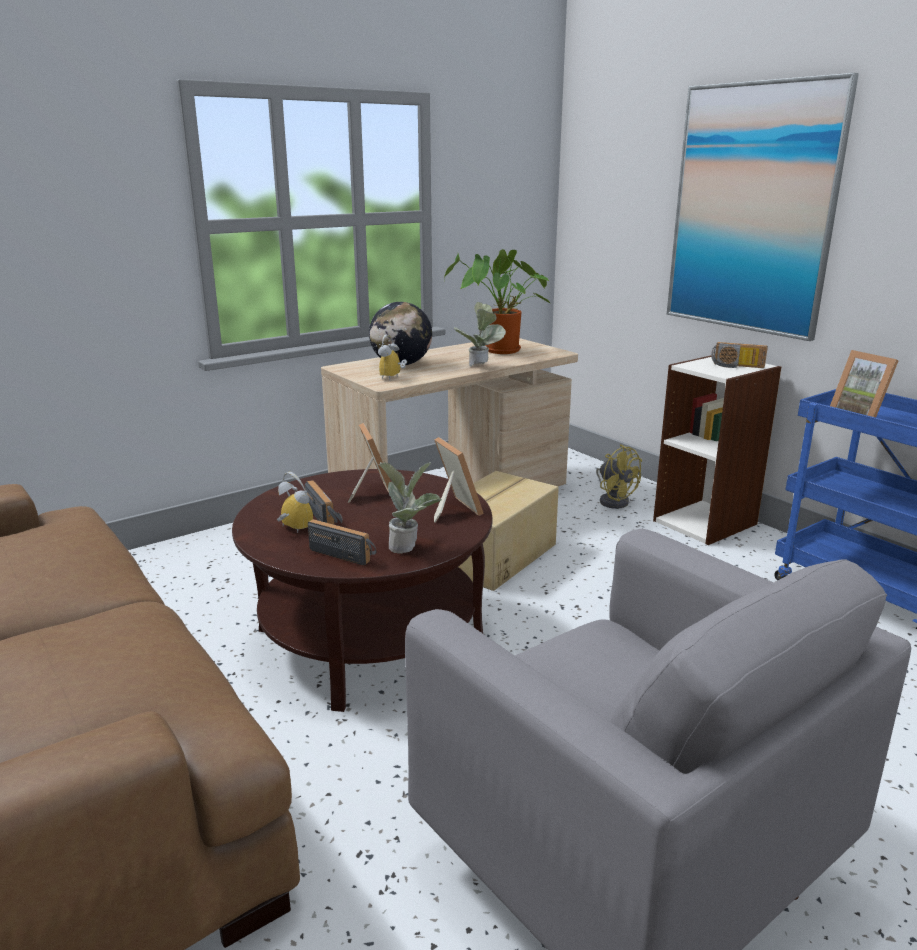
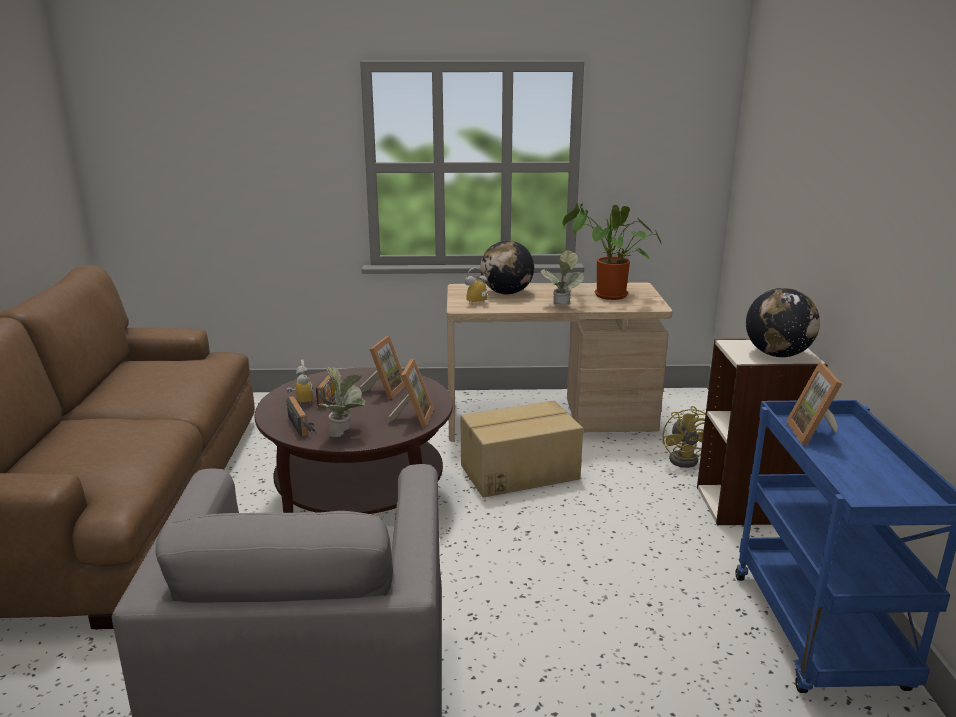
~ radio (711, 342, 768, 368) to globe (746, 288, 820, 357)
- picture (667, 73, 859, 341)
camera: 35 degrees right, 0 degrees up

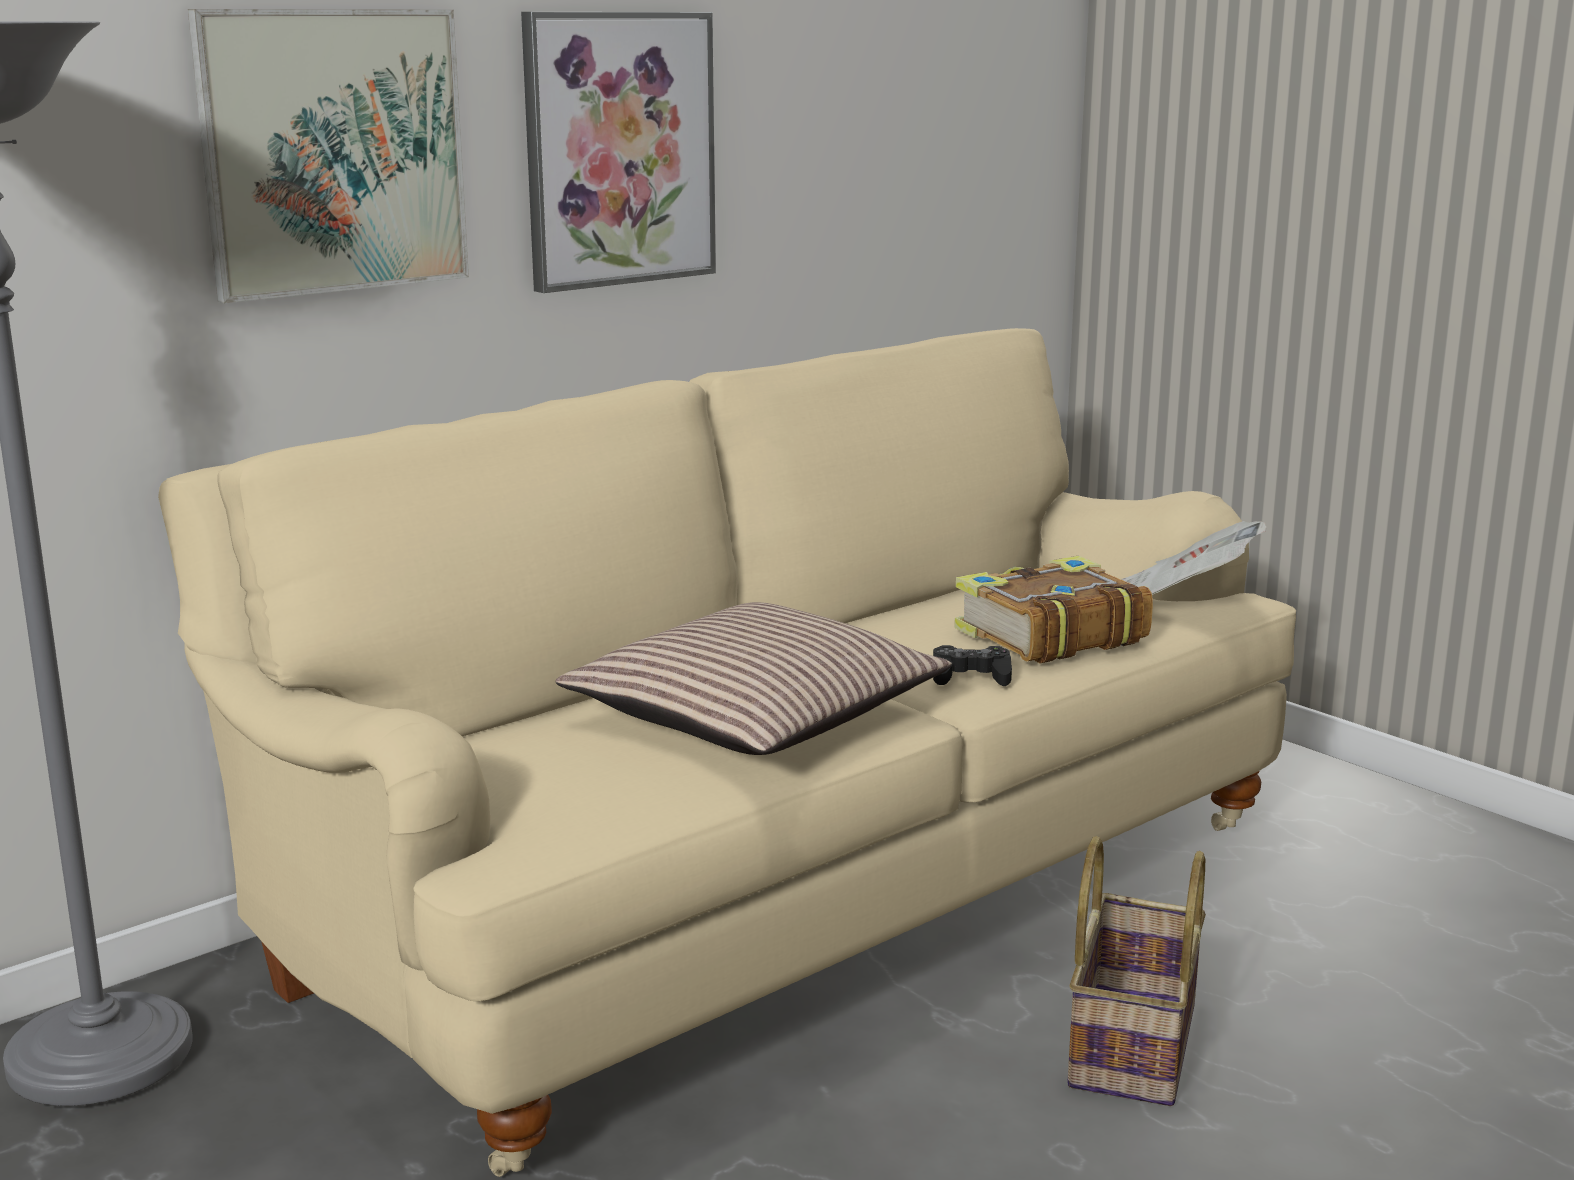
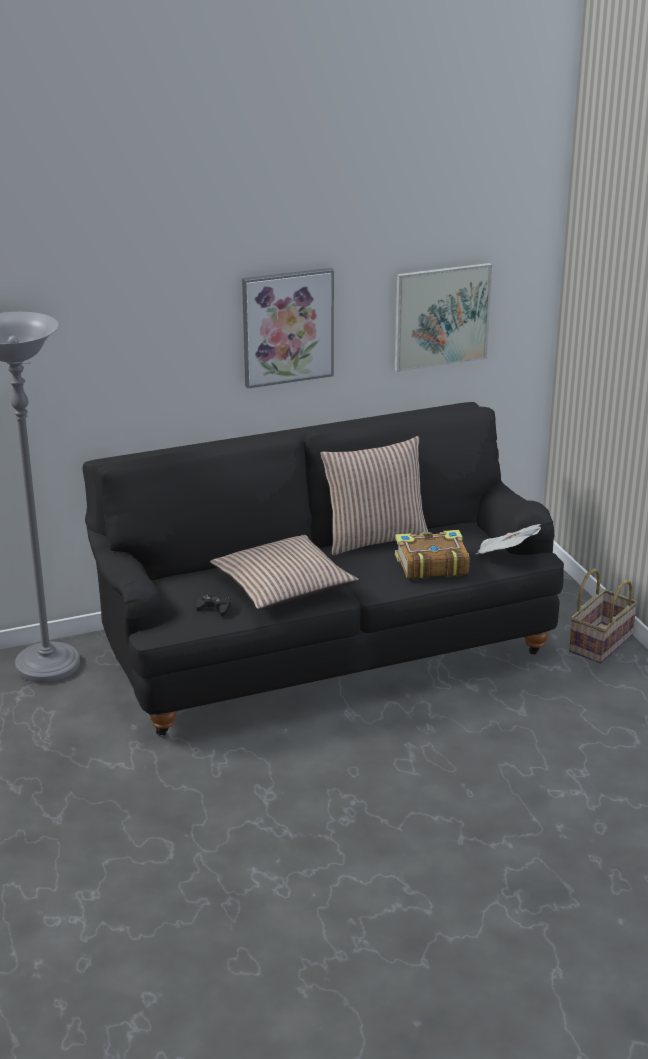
~ sofa in beige (158, 328, 1296, 1177) to sofa in black (83, 402, 564, 736)
~ game controller in black (933, 645, 1012, 686) to (196, 593, 231, 617)
+ pillow (320, 436, 428, 555)
~ picture (188, 9, 469, 303) to (395, 263, 492, 372)
~ basket (1067, 836, 1206, 1106) to (569, 568, 638, 664)
camera: 20 degrees right, 10 degrees up

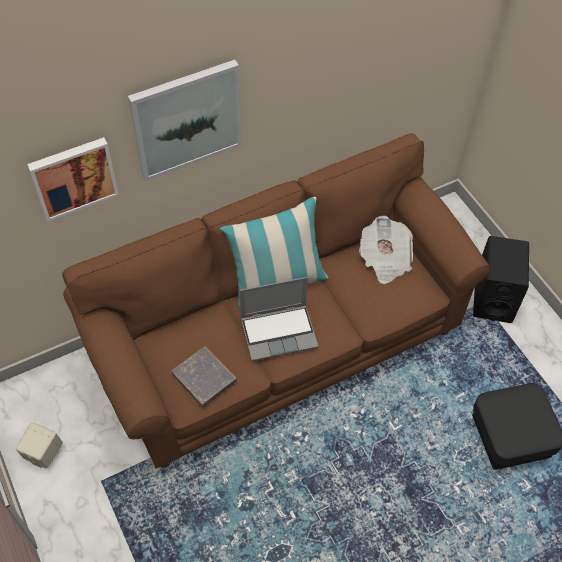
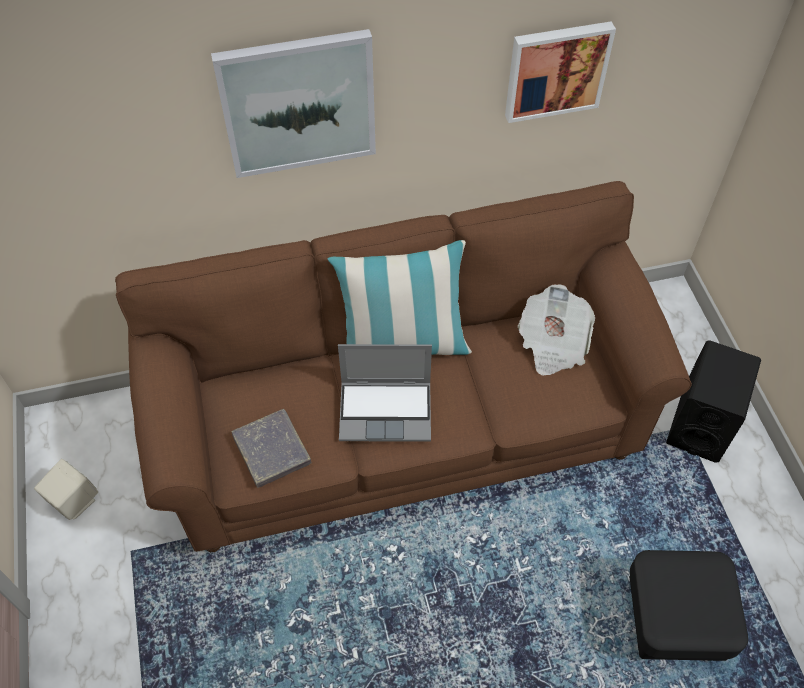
~ picture (27, 137, 119, 221) to (505, 21, 616, 123)
camera: 15 degrees right, 0 degrees up

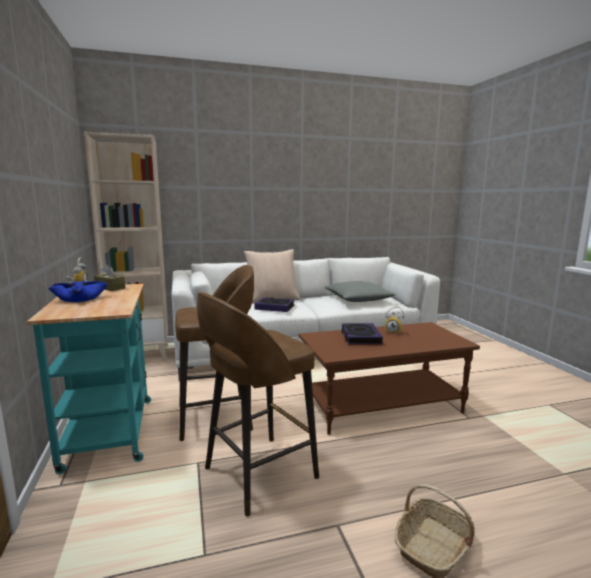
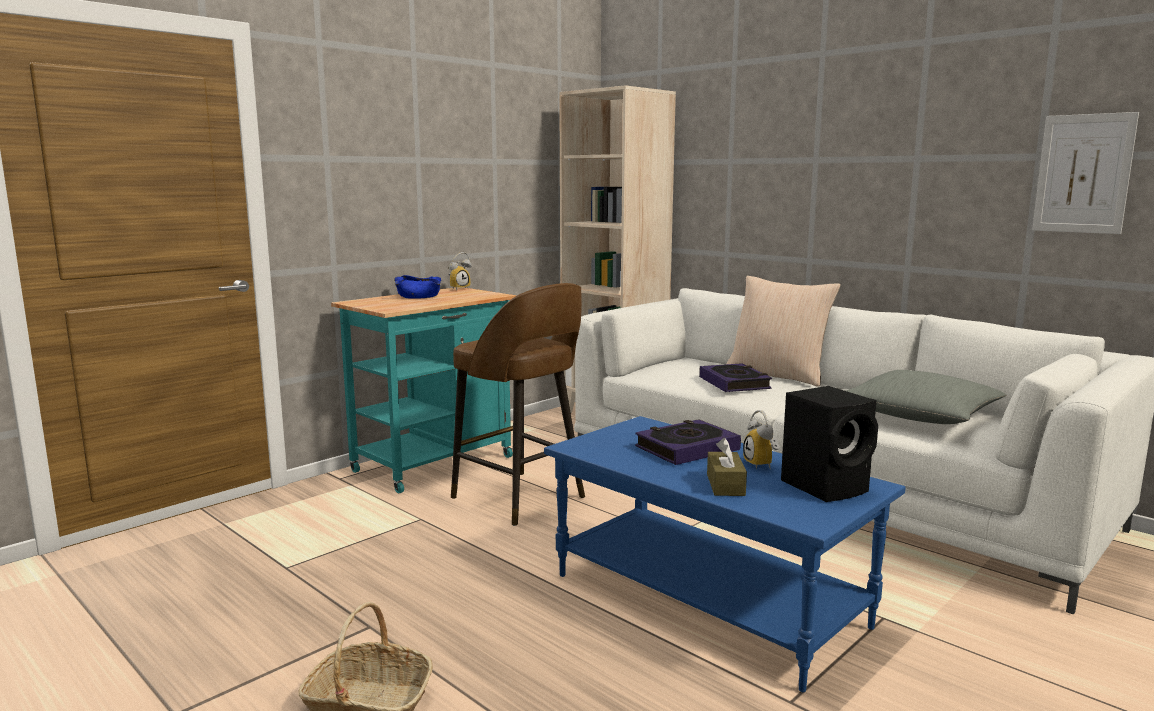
~ coffee table in brown (299, 322, 480, 435) to coffee table in blue (544, 416, 906, 692)
~ tissue box in brown (94, 265, 125, 291) to (707, 438, 747, 496)
+ speaker in black (781, 386, 878, 502)
+ picture (1032, 112, 1139, 234)
- stool in brown (197, 292, 319, 517)
camera: 60 degrees right, 0 degrees up

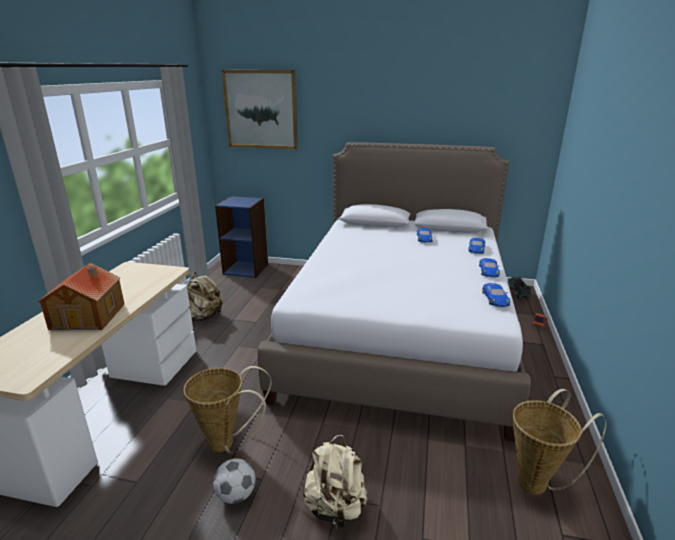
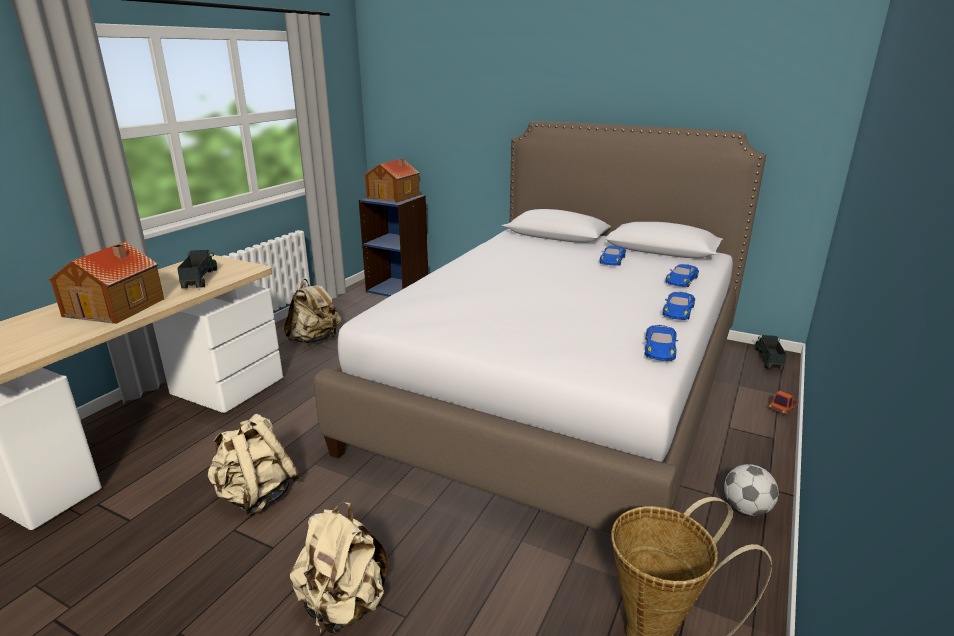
+ toy truck (178, 250, 217, 288)
~ basket (184, 366, 272, 454) to backpack in beige (208, 414, 299, 516)
+ toy house (364, 159, 420, 203)
~ football (213, 458, 255, 504) to (724, 464, 779, 516)
- picture (222, 70, 298, 149)
camera: 15 degrees right, 0 degrees up

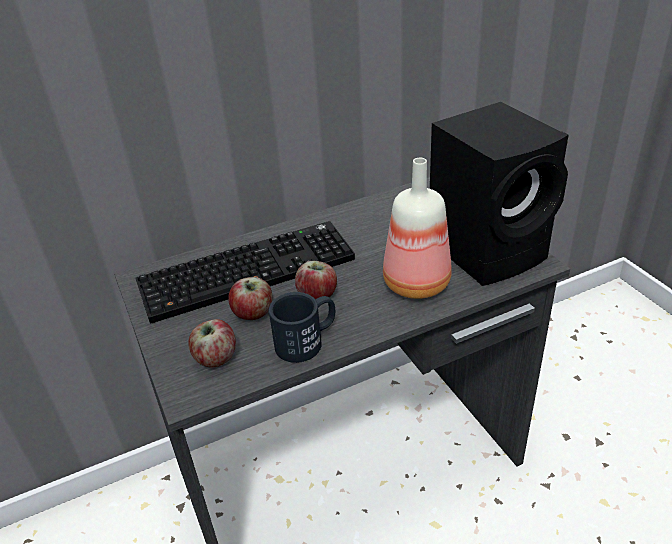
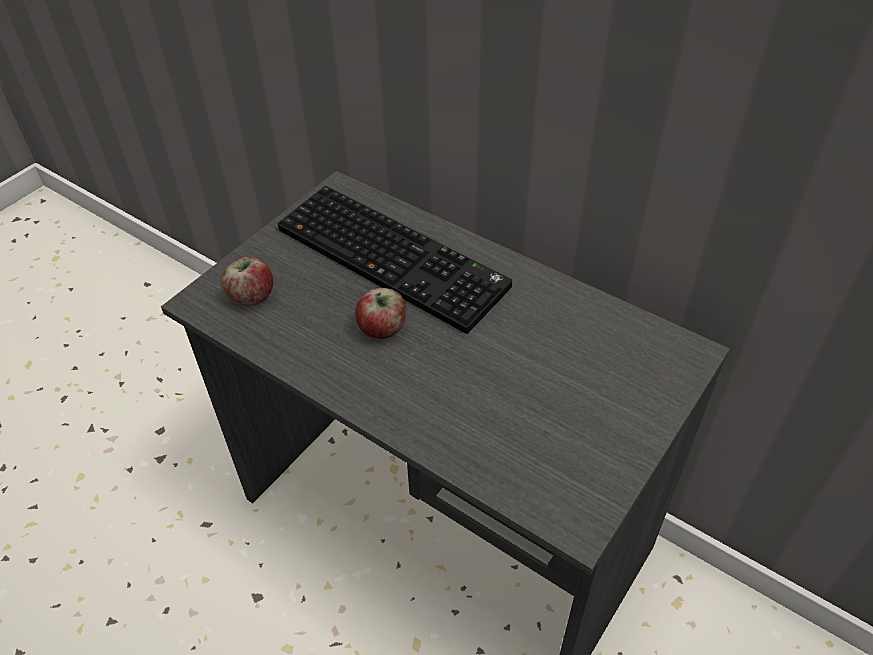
- apple (228, 277, 272, 320)
- mug in black (269, 292, 335, 363)
- bottle (383, 158, 452, 299)
- speaker in black (430, 102, 569, 286)
camera: 60 degrees right, 10 degrees up

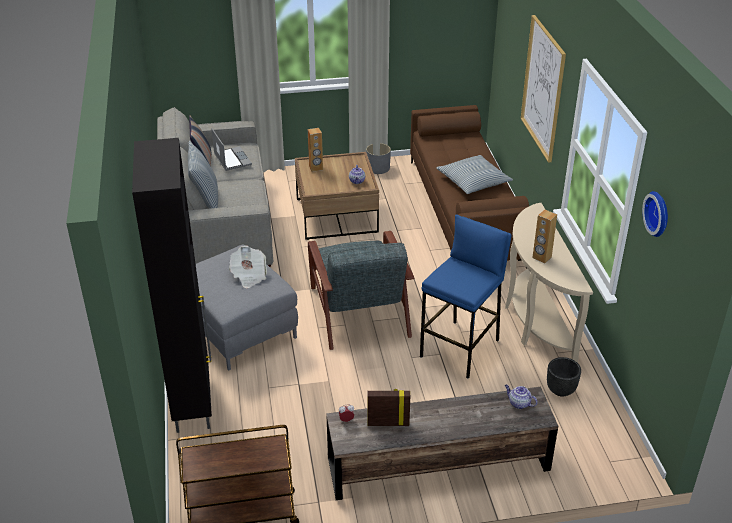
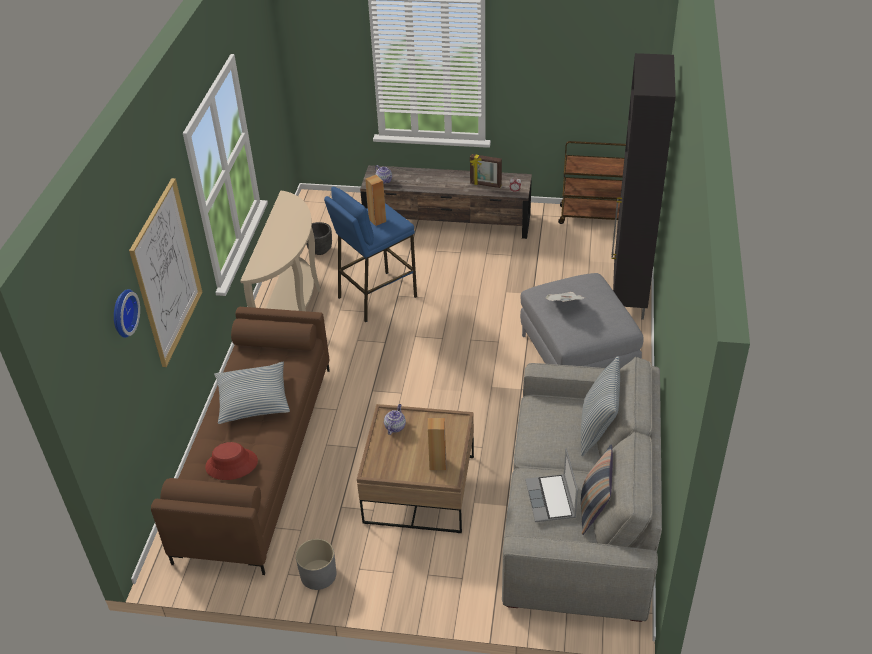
~ wall clock (642, 191, 668, 237) to (114, 289, 140, 338)
+ hat in red (205, 442, 258, 480)
~ speaker in brown (532, 210, 557, 263) to (365, 175, 386, 226)
- armchair in grey (308, 231, 414, 350)
camera: 160 degrees left, 5 degrees up

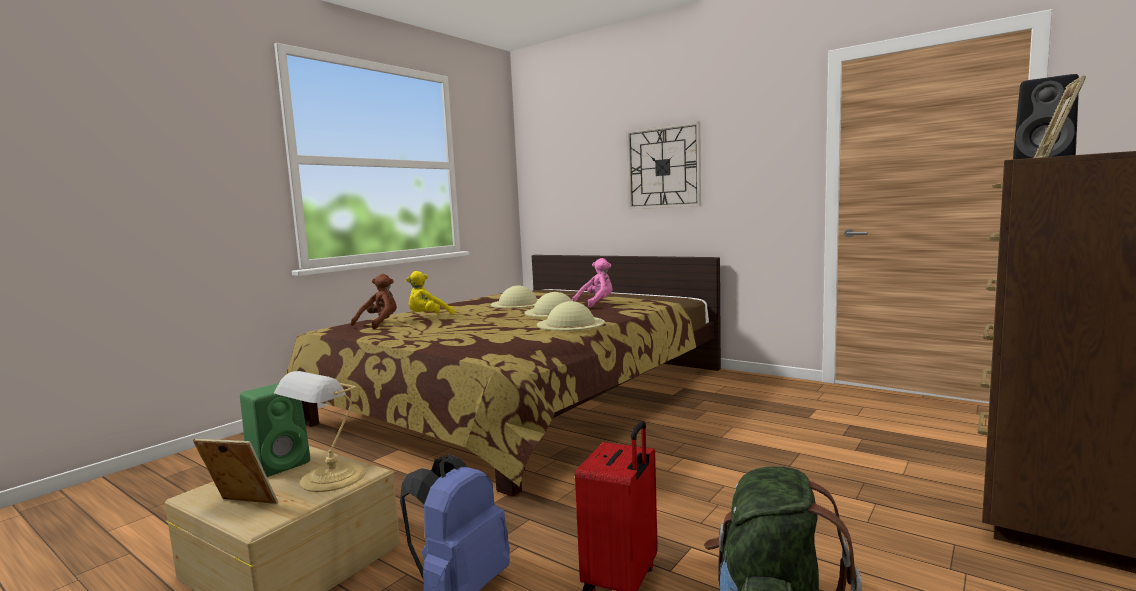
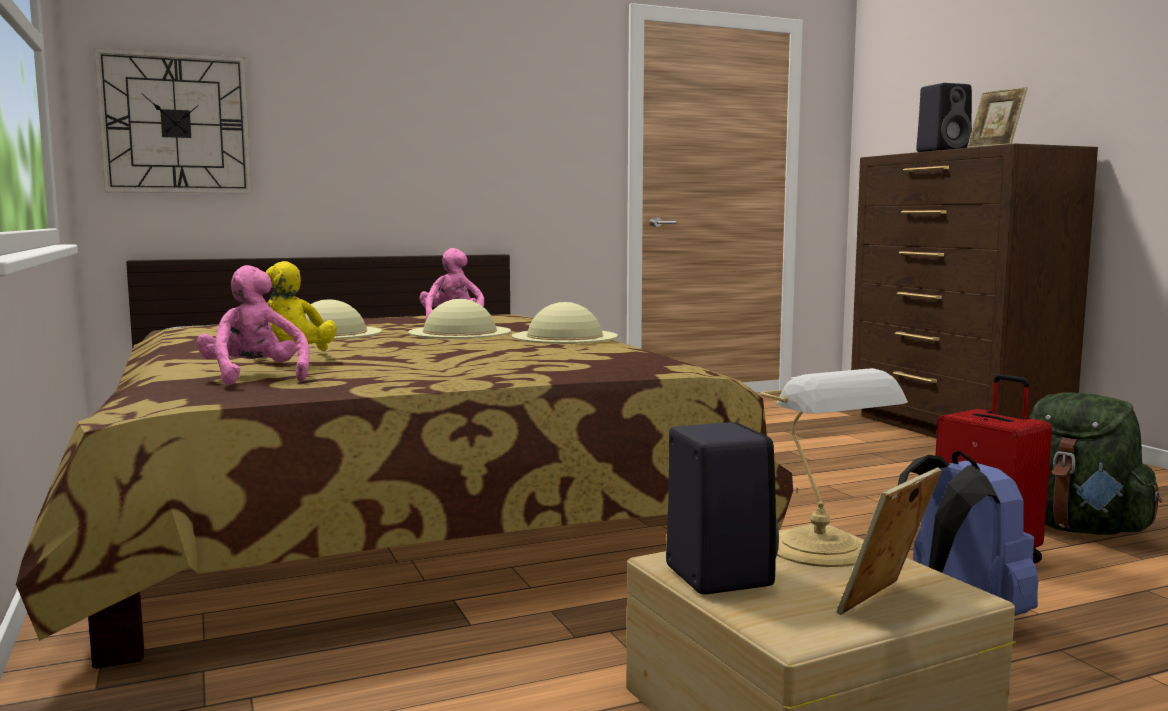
~ wall clock (626, 121, 701, 209) to (94, 48, 252, 194)
~ plush toy in brown (351, 274, 397, 329) to plush toy in pink (197, 265, 310, 385)
~ speaker in green (240, 383, 310, 477) to speaker in black (666, 422, 779, 595)
camera: 60 degrees left, 0 degrees up

